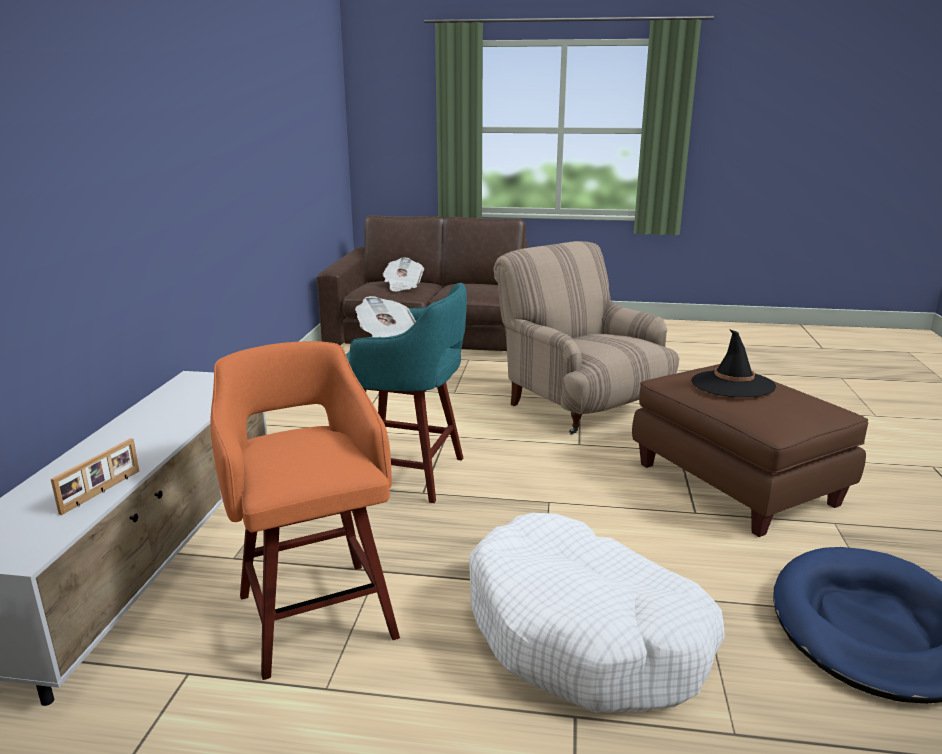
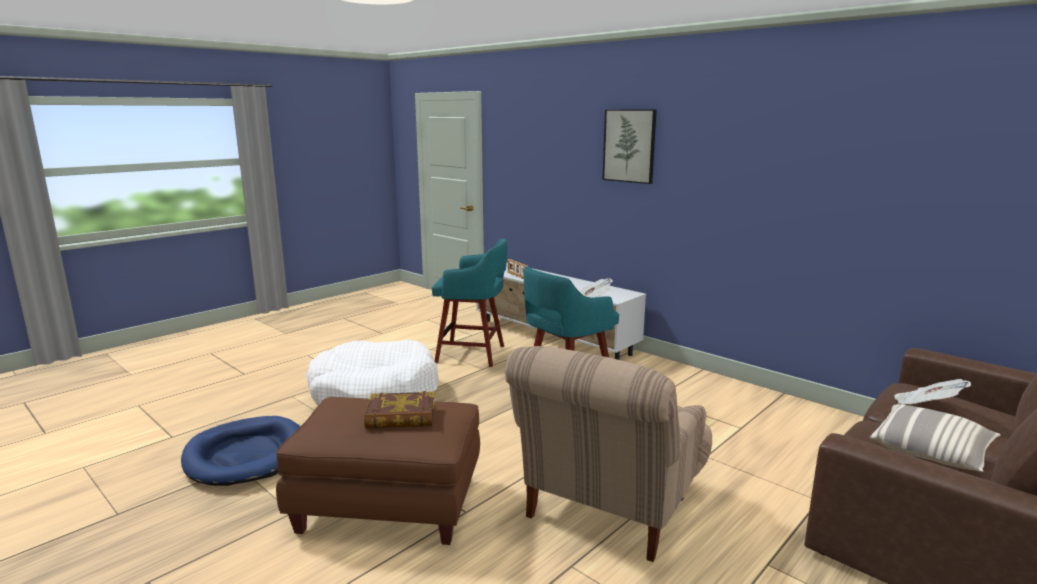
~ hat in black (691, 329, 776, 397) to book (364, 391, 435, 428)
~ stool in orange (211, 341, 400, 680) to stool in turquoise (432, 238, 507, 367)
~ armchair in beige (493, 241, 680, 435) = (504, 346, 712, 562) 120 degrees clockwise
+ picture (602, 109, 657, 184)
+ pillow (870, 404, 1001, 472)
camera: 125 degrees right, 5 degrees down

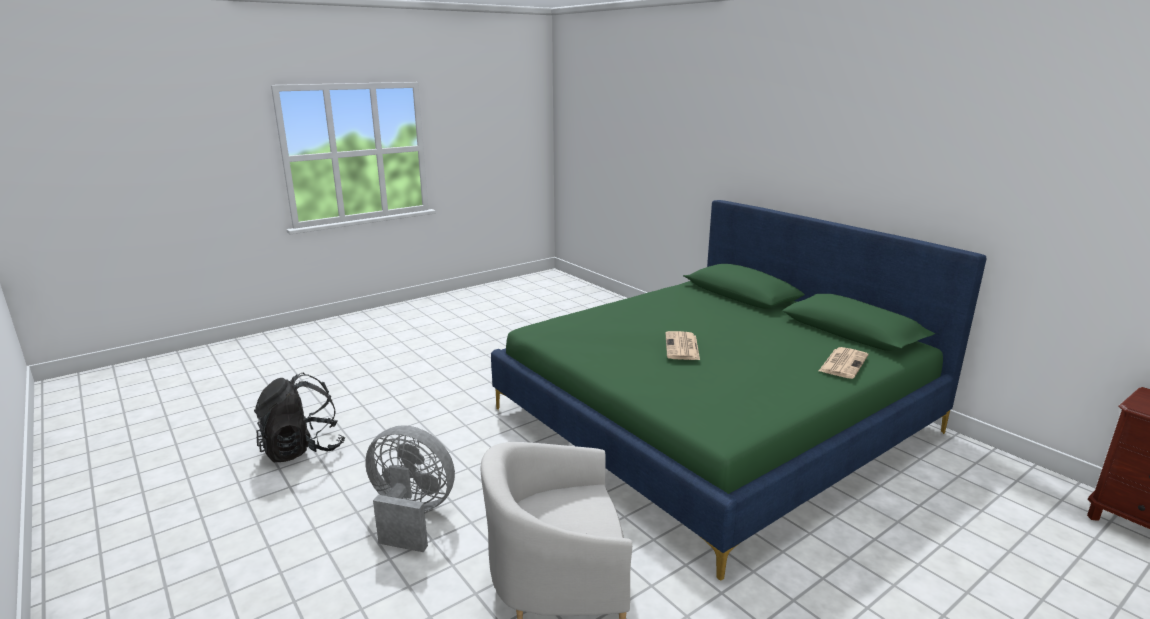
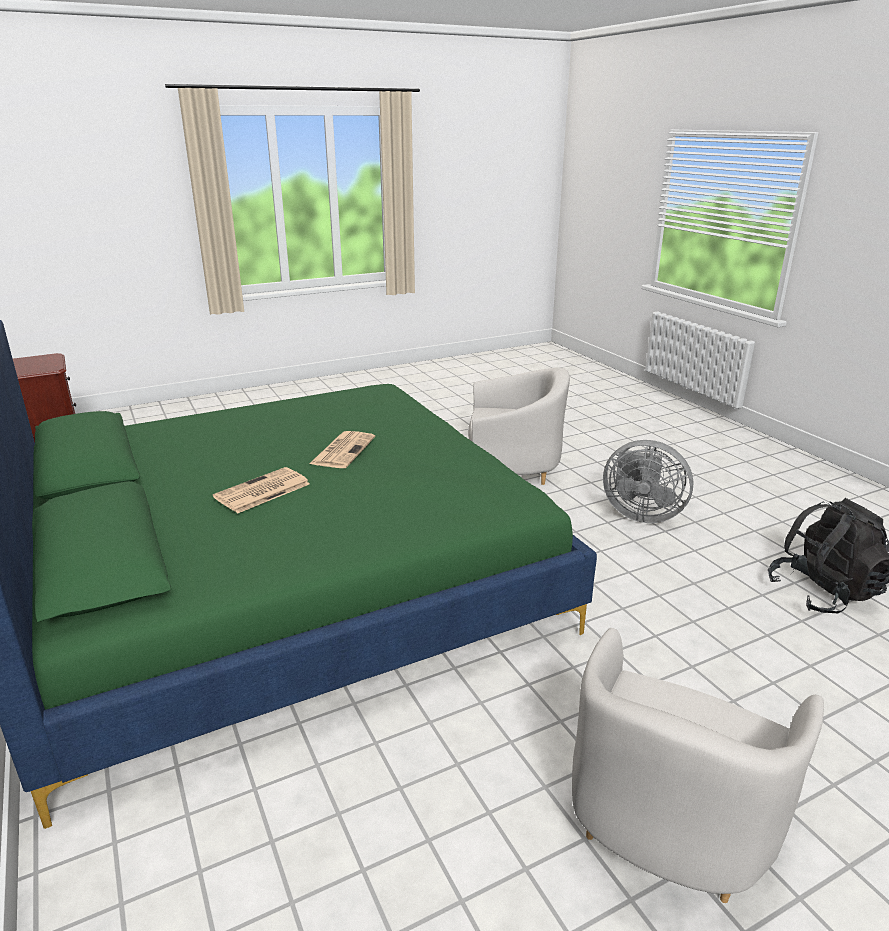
~ newspaper (819, 347, 868, 379) to (213, 467, 310, 513)
+ armchair in white (572, 628, 824, 903)
camera: 170 degrees left, 5 degrees up

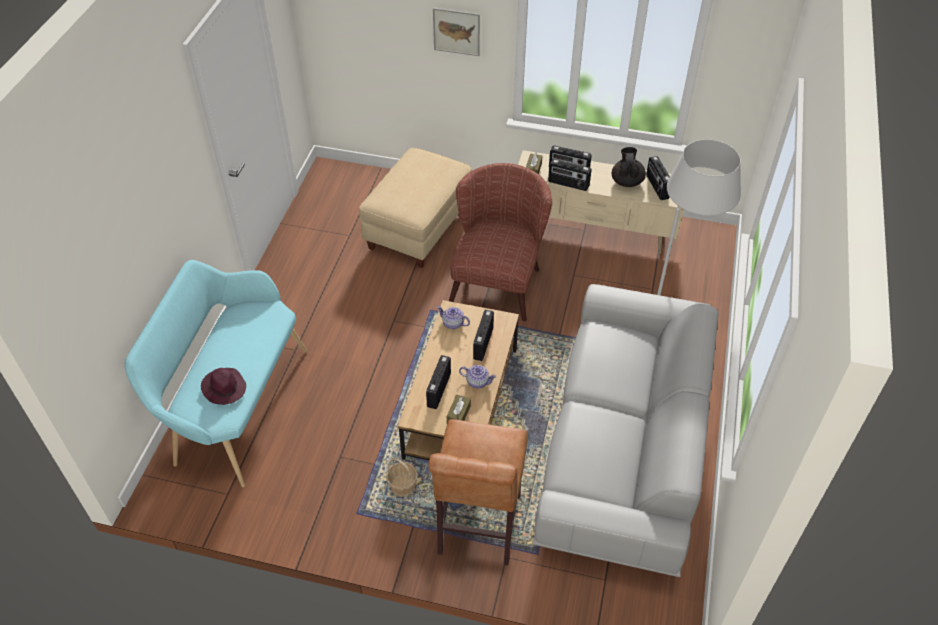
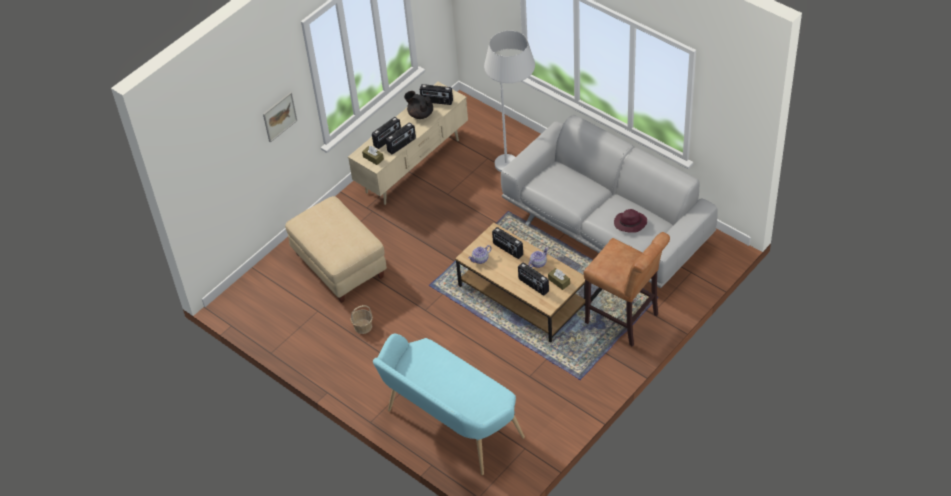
~ basket (386, 458, 418, 497) to (351, 305, 373, 334)
~ hat in purple (201, 368, 246, 405) to (614, 209, 647, 233)
- armchair in brown (449, 163, 552, 321)
camera: 60 degrees left, 0 degrees up

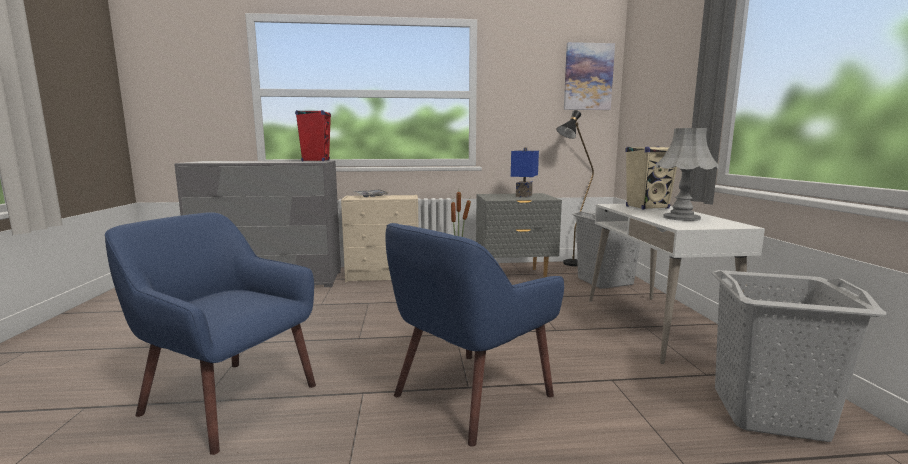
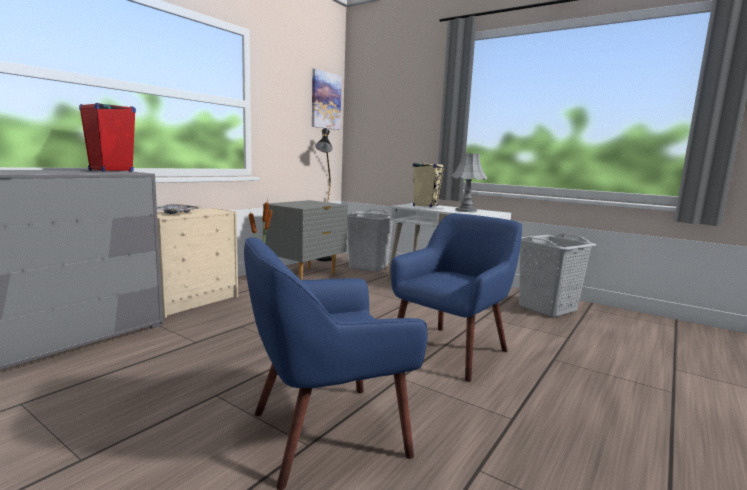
~ armchair in blue (385, 223, 564, 447) = (391, 213, 522, 382) 135 degrees counterclockwise
- table lamp in blue (511, 147, 539, 197)
camera: 50 degrees left, 0 degrees up

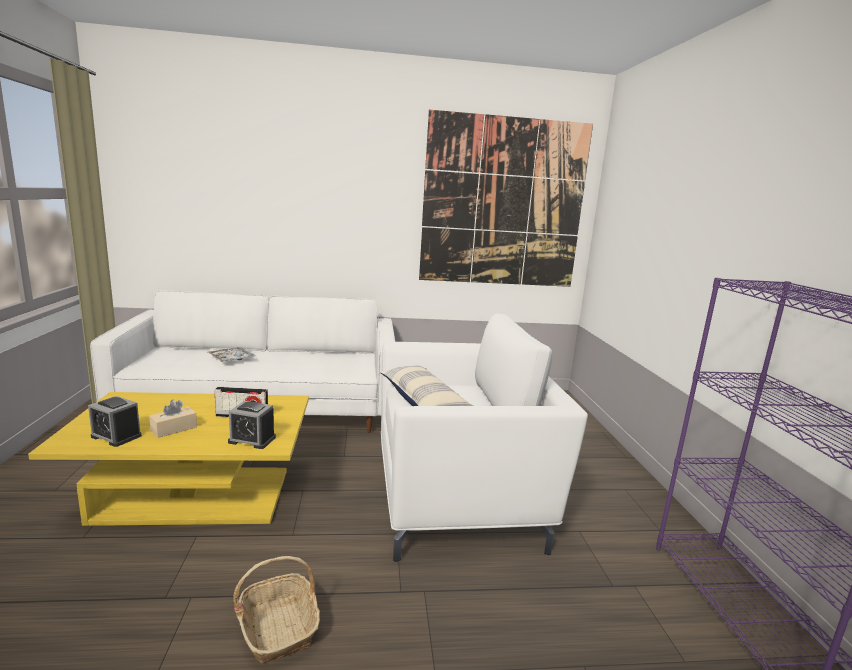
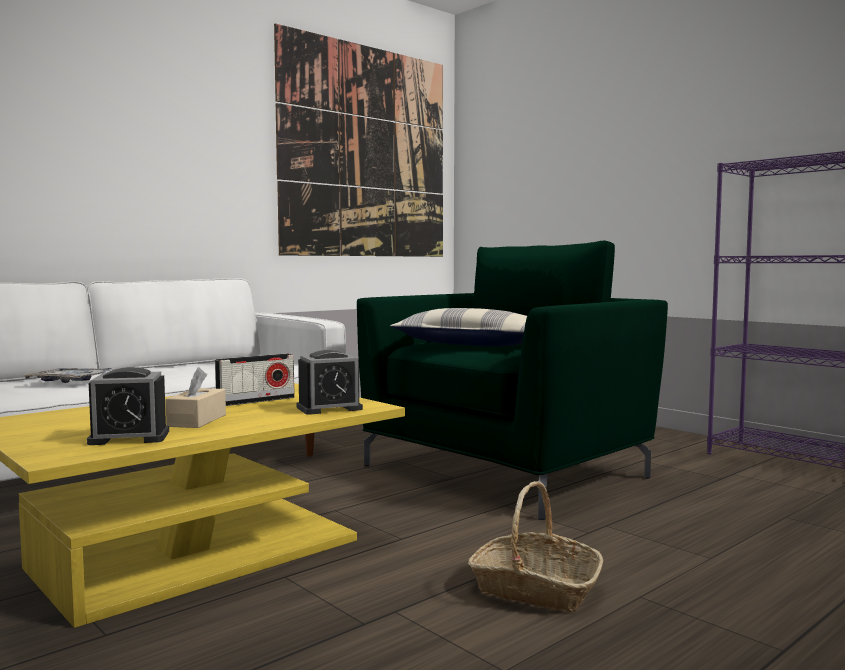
~ armchair in white (381, 313, 588, 562) to armchair in green (357, 240, 668, 520)
camera: 35 degrees left, 10 degrees down

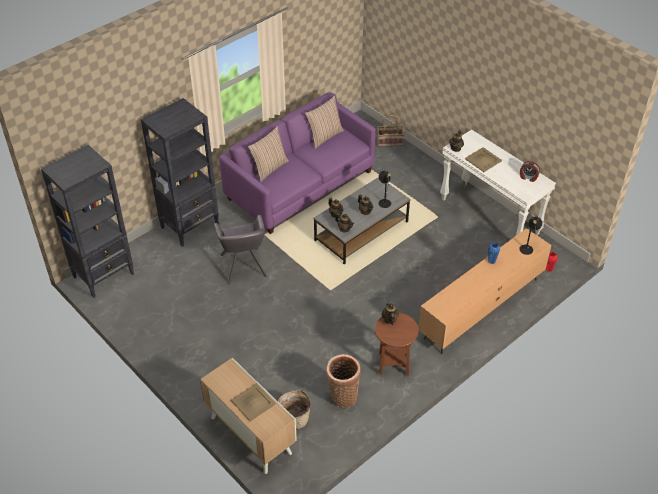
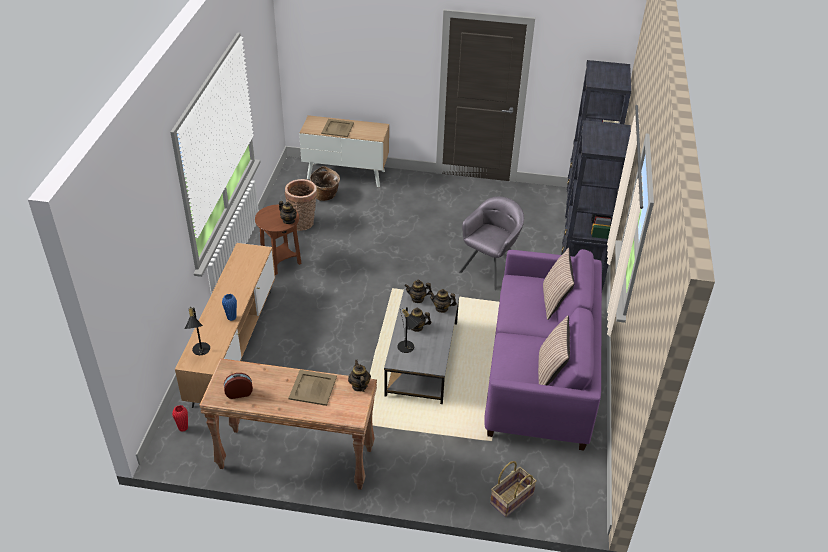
~ console table in white (440, 129, 556, 236) to console table in brown (199, 358, 377, 490)
~ armchair in grey (214, 215, 268, 285) = (459, 196, 524, 290) 90 degrees clockwise
camera: 140 degrees right, 5 degrees down

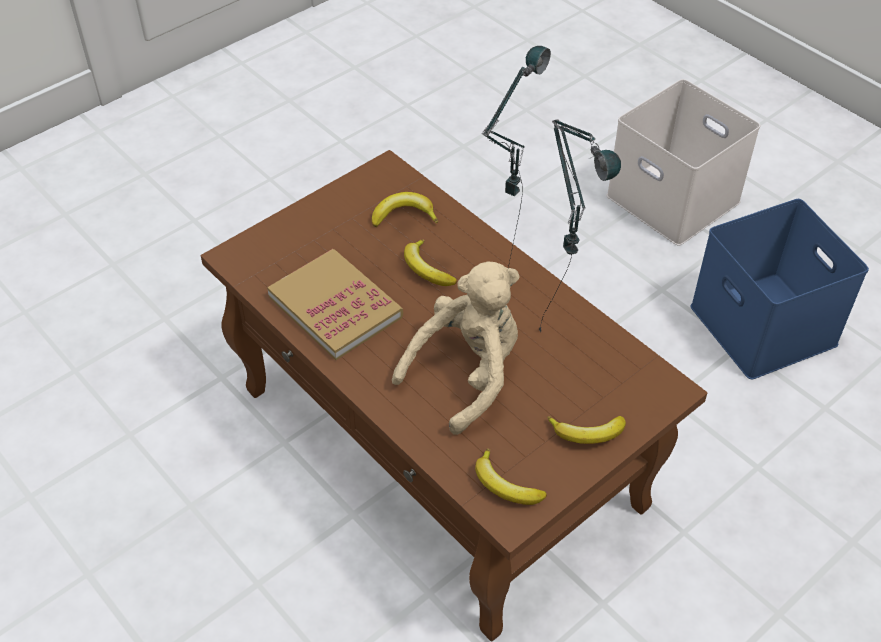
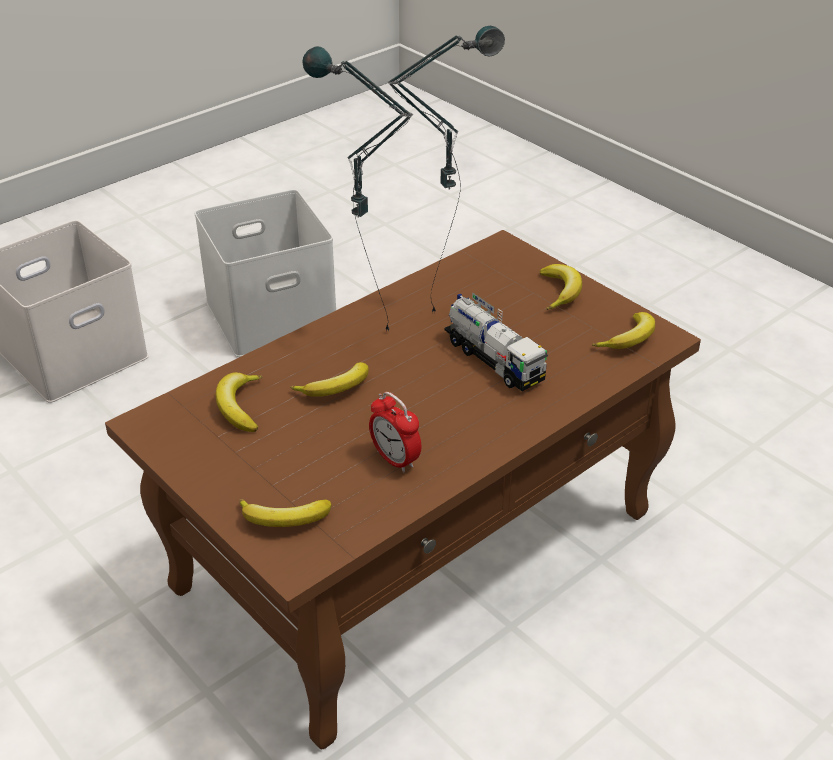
~ storage box in blue (690, 199, 869, 379) to storage box in white (194, 189, 336, 357)
+ banana (239, 499, 331, 527)
~ book (267, 249, 403, 360) to alarm clock (369, 392, 421, 473)
~ plush toy in beige (392, 261, 520, 435) to toy truck (444, 292, 548, 391)
camera: 90 degrees left, 10 degrees down

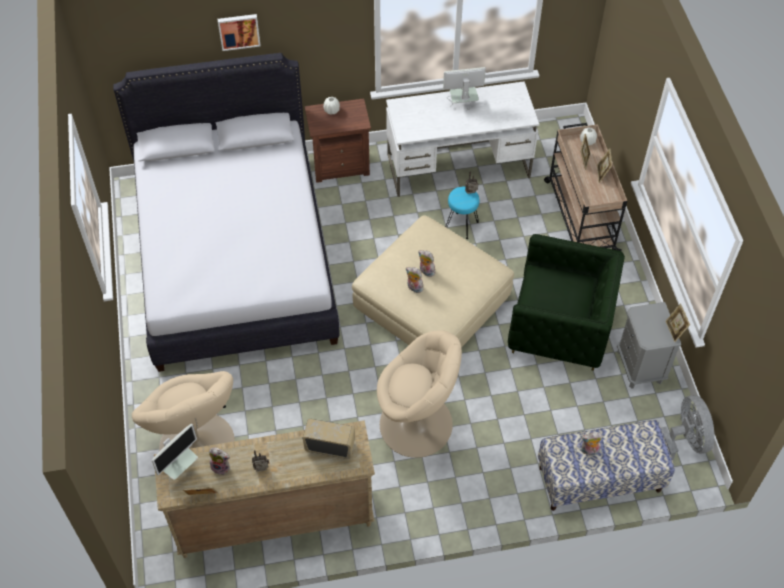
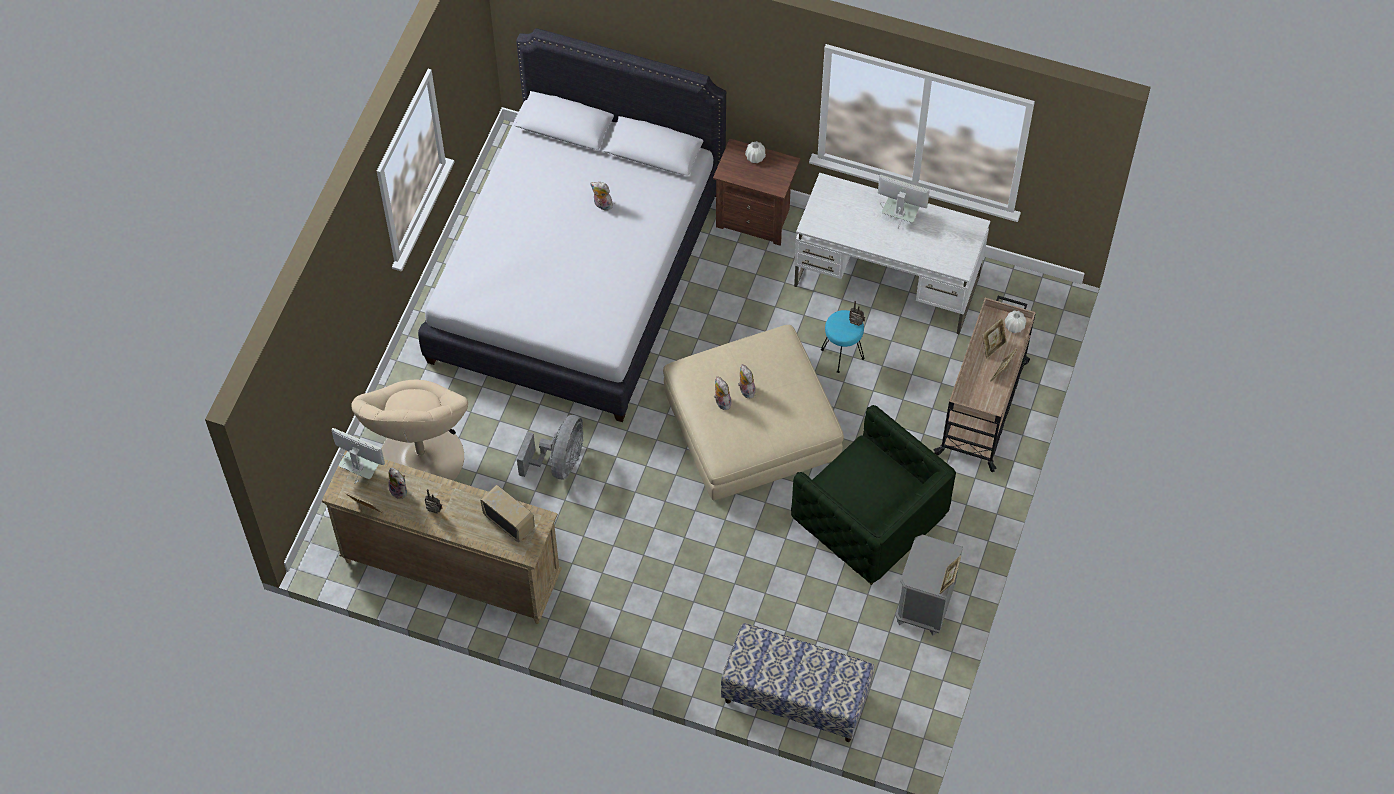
~ monitor (152, 424, 198, 480) = (332, 428, 385, 484) 135 degrees counterclockwise
~ fan in grey (661, 395, 715, 460) to (517, 415, 584, 479)
~ plush toy (581, 432, 602, 455) to (590, 182, 613, 211)
- picture (217, 14, 261, 51)
- armchair in beige (377, 330, 462, 458)
camera: 30 degrees right, 5 degrees up

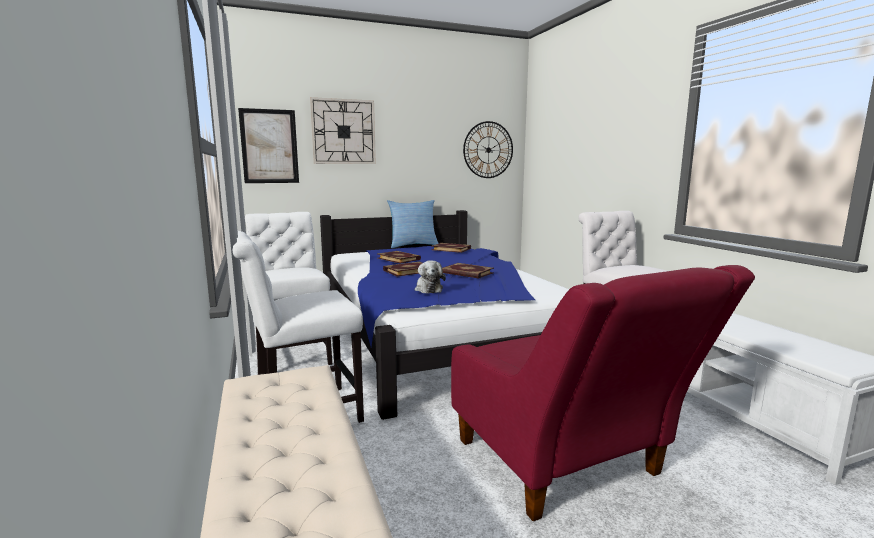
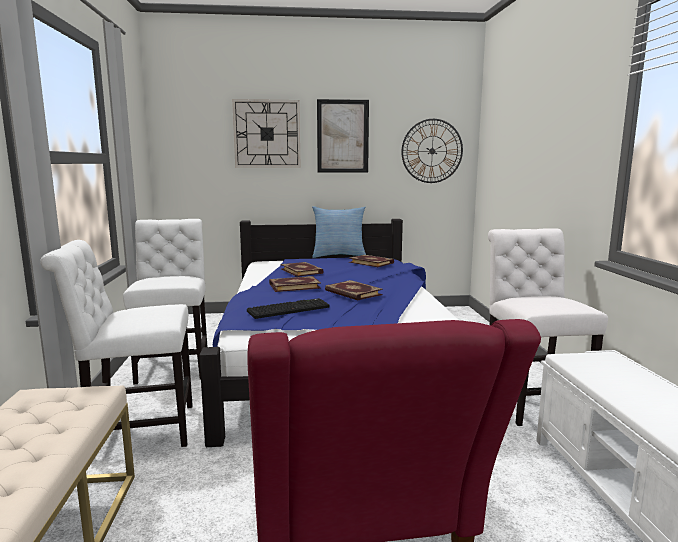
~ plush toy (415, 260, 446, 294) to keyboard (247, 298, 329, 319)
~ picture (238, 108, 299, 183) to (317, 99, 369, 173)
camera: 15 degrees right, 0 degrees up

